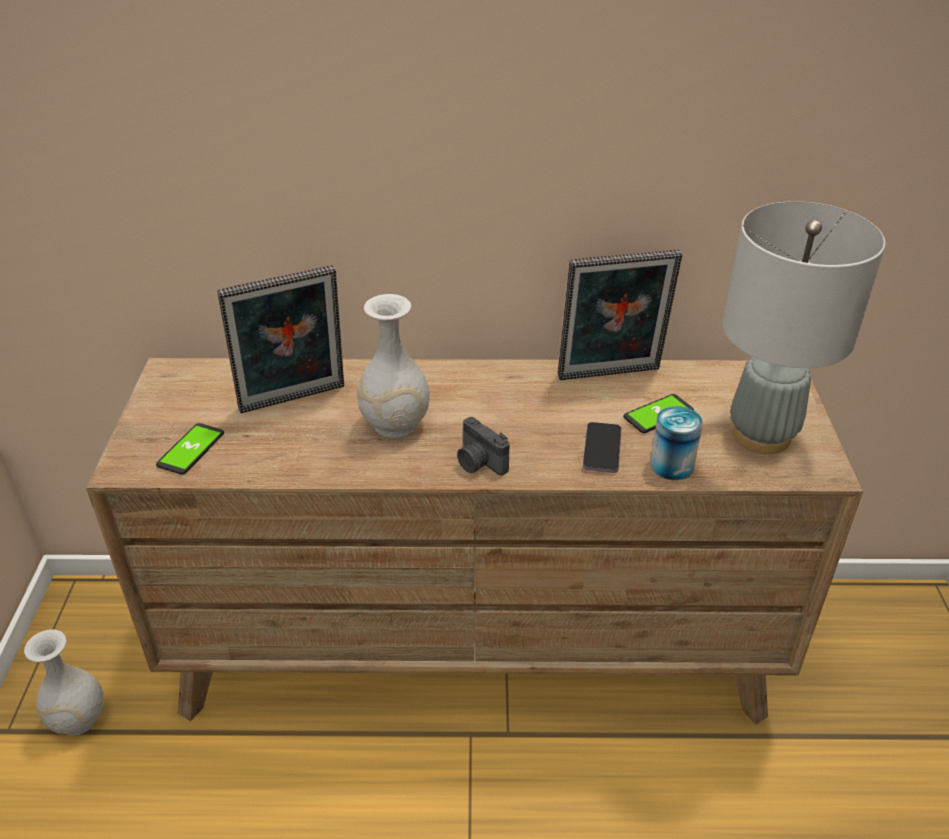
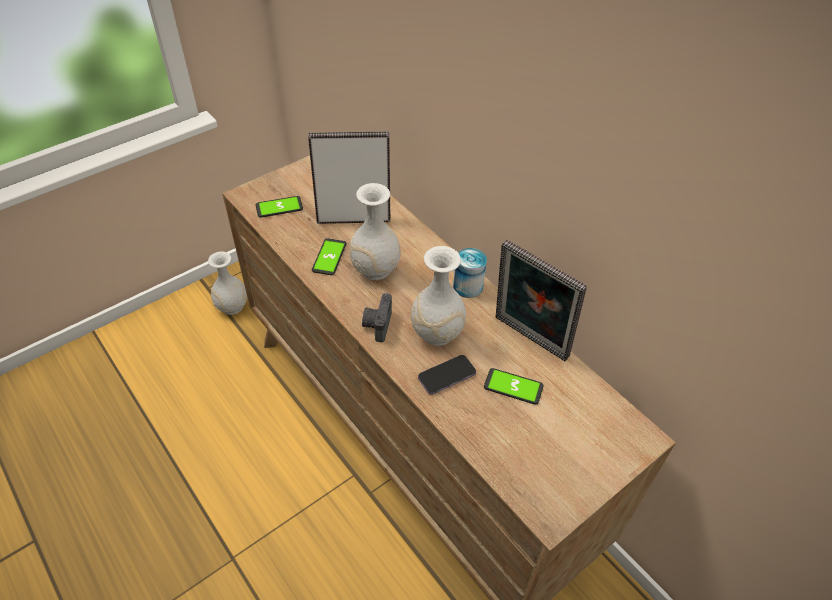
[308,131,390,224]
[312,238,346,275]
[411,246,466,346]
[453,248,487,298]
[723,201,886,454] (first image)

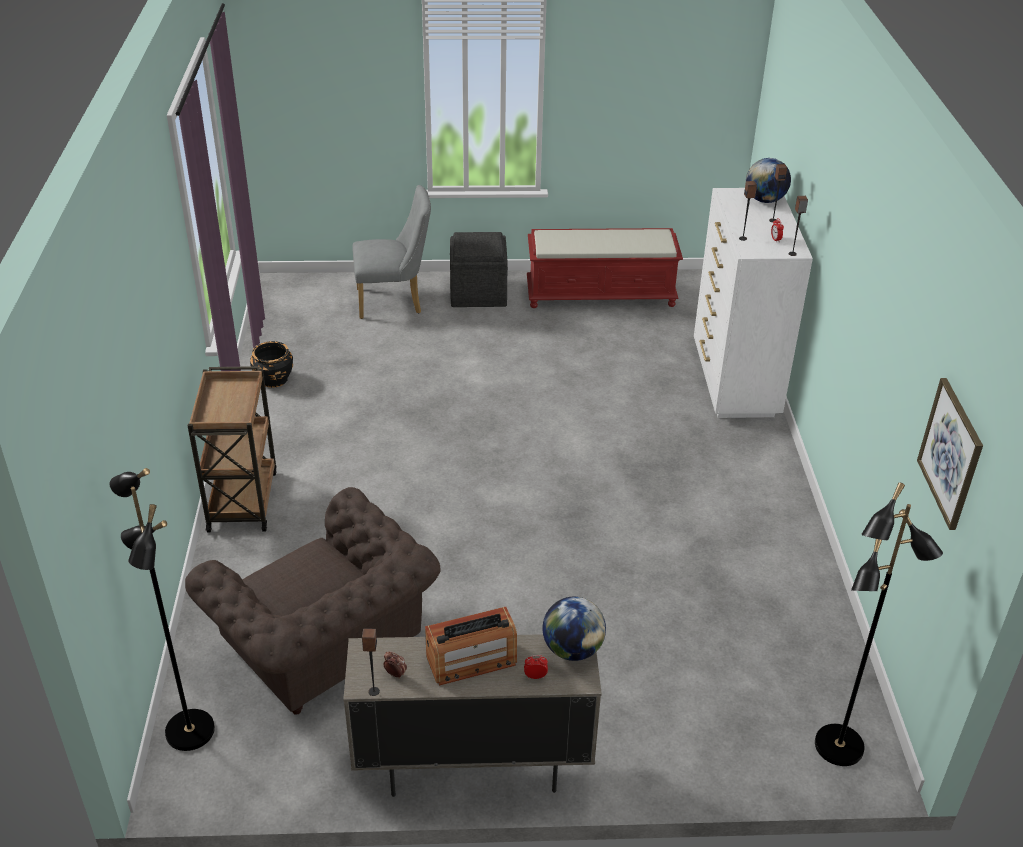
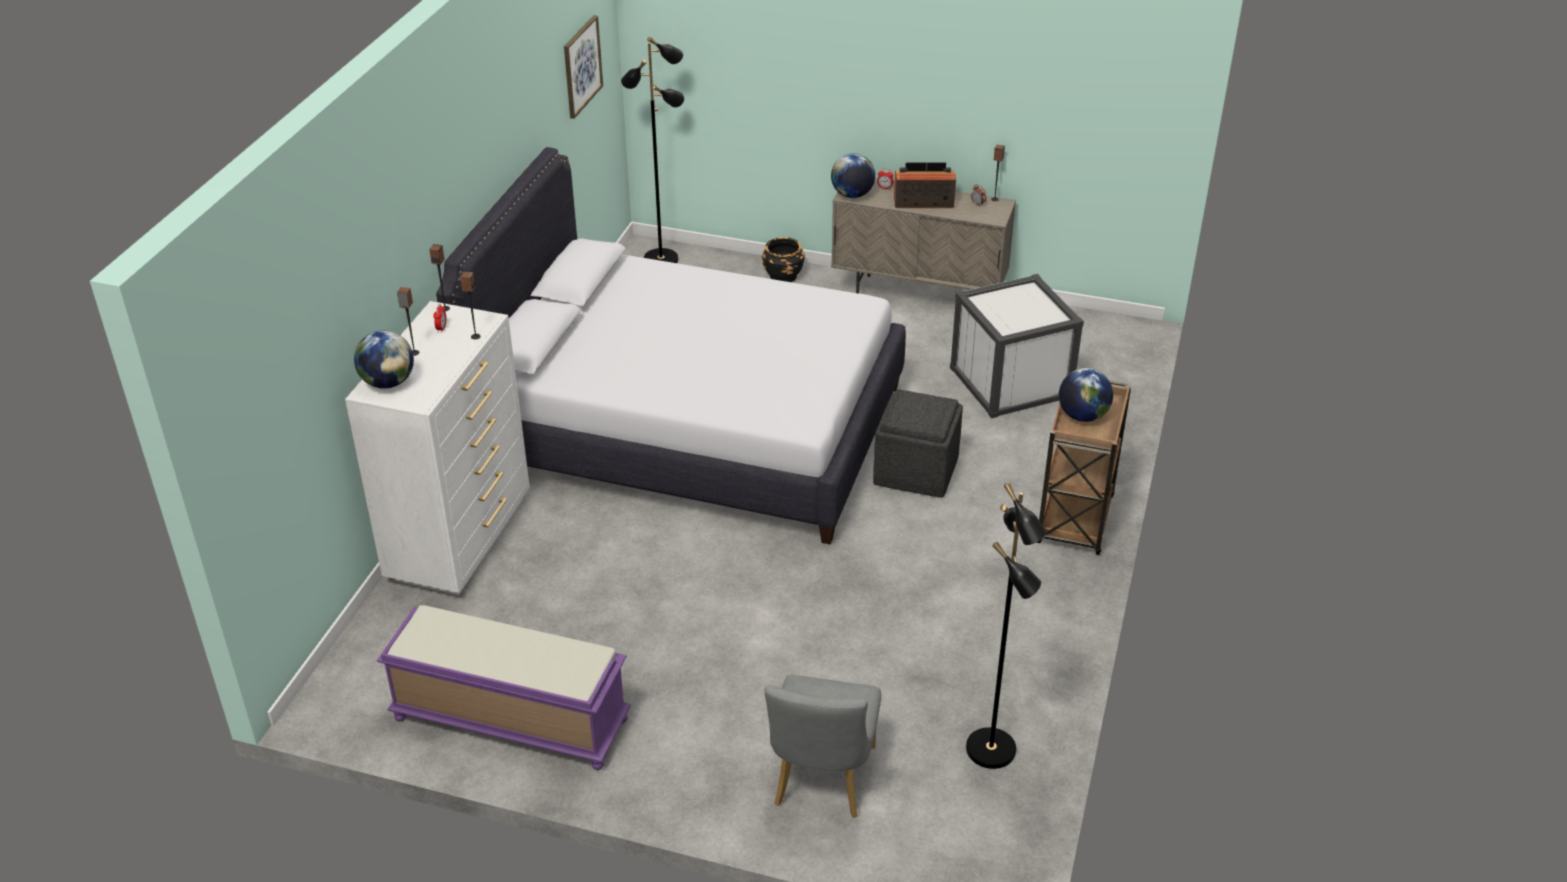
[377,605,631,770]
[436,147,906,544]
[762,237,805,282]
[765,675,881,818]
[873,389,963,498]
[950,274,1084,418]
[966,483,1047,769]
[1059,368,1113,422]

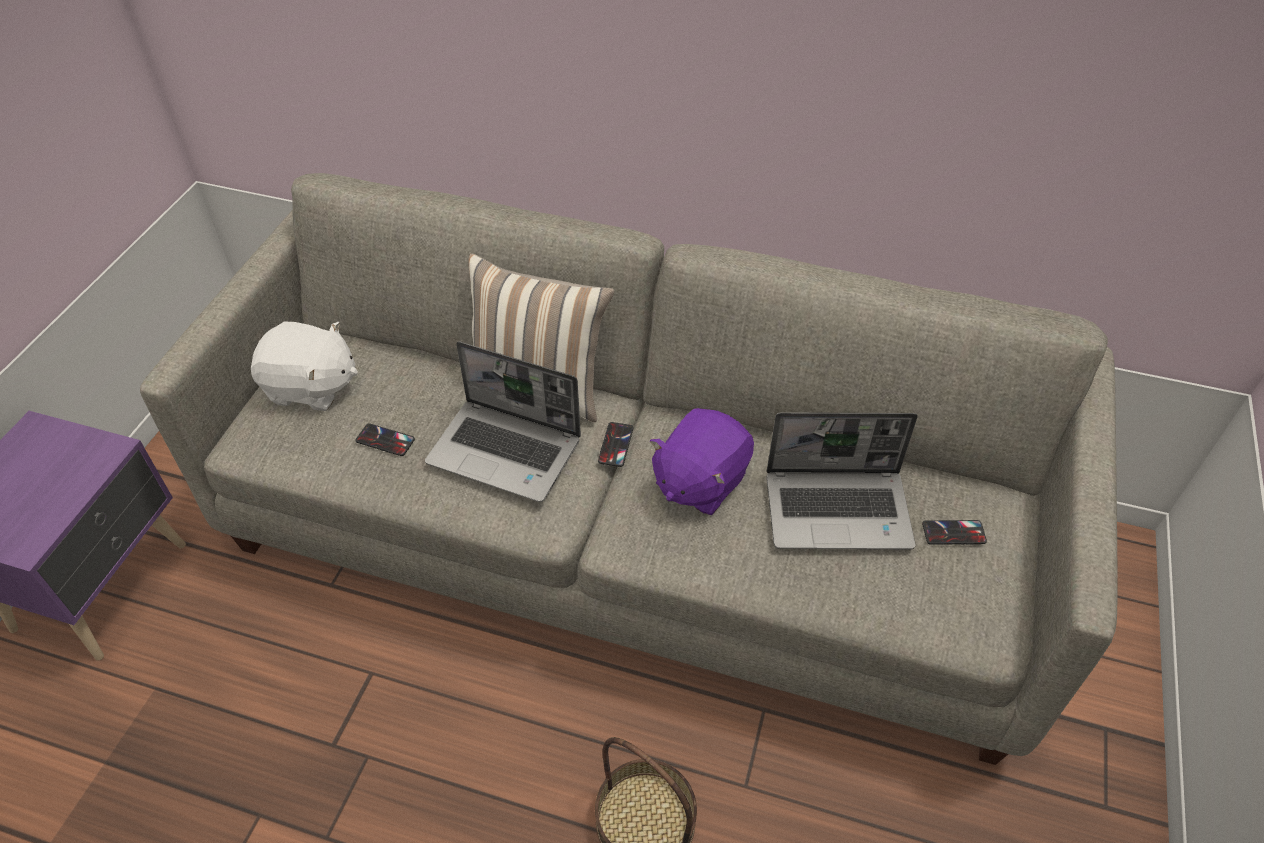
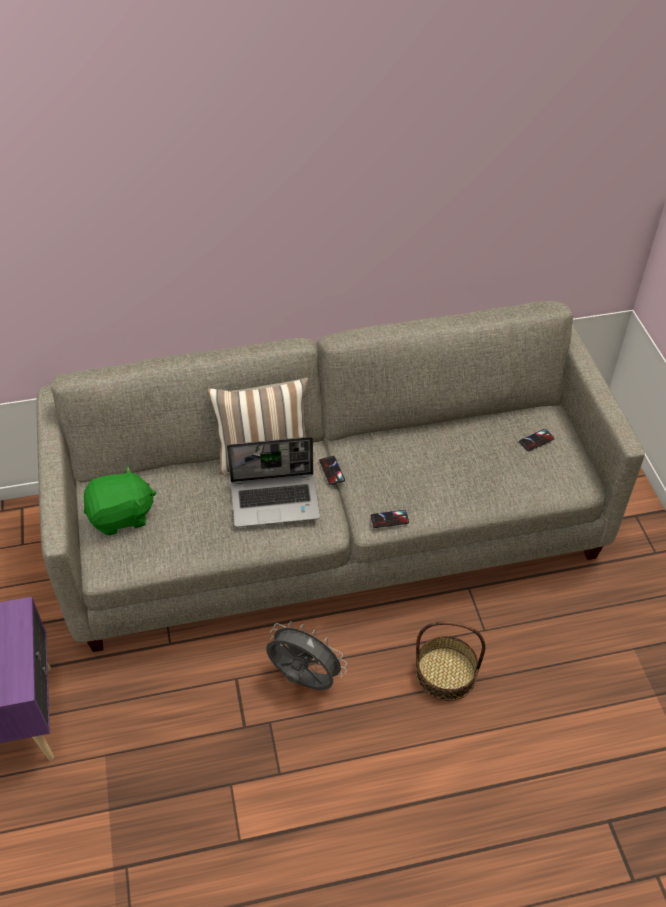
[84,466,156,535]
[266,621,347,690]
[371,510,409,528]
[650,408,754,515] (first image)
[766,412,918,549] (first image)

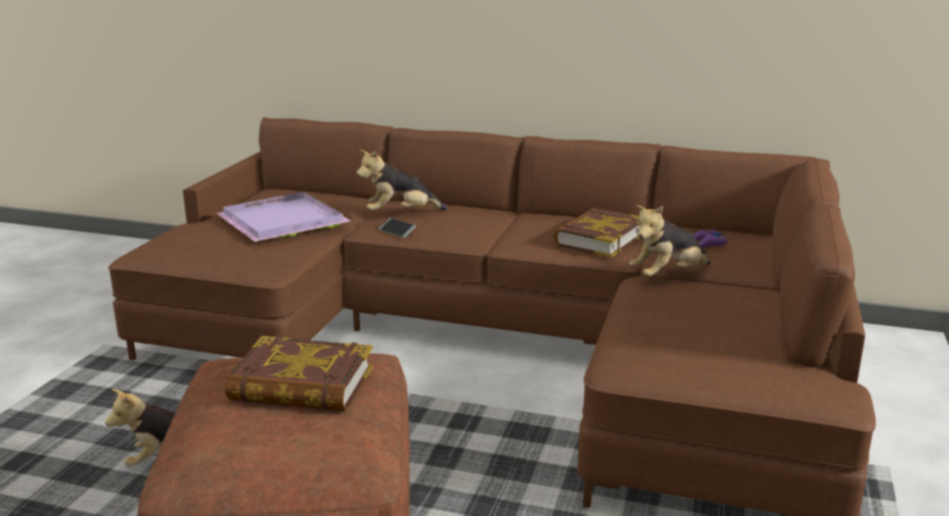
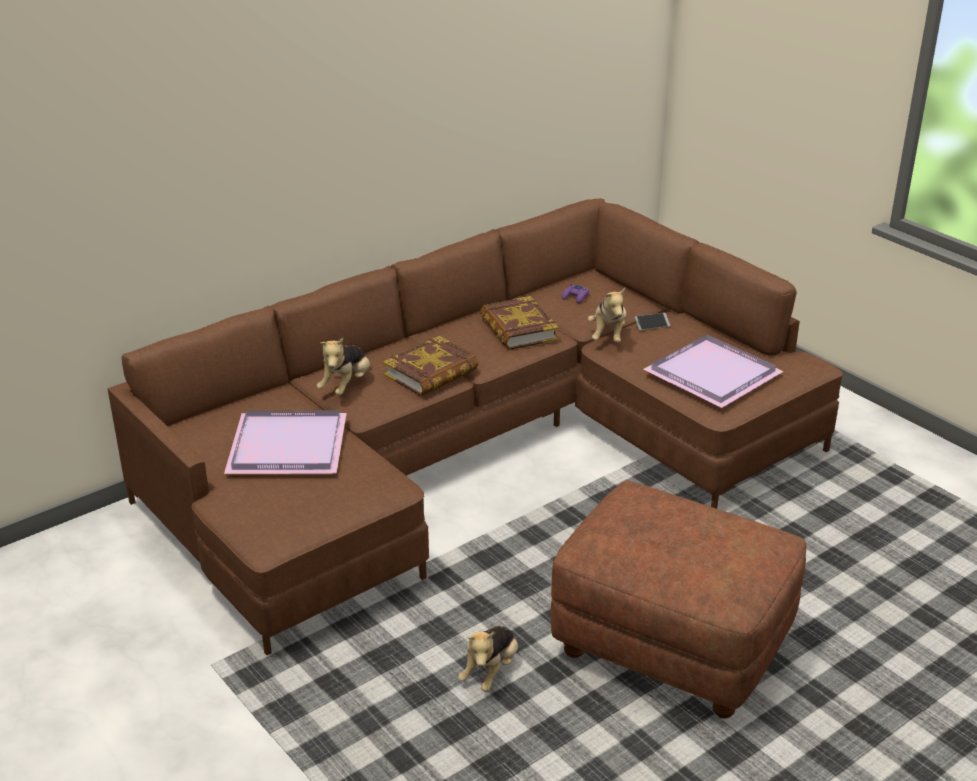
[383,336,478,396]
[635,313,670,330]
[643,335,784,408]

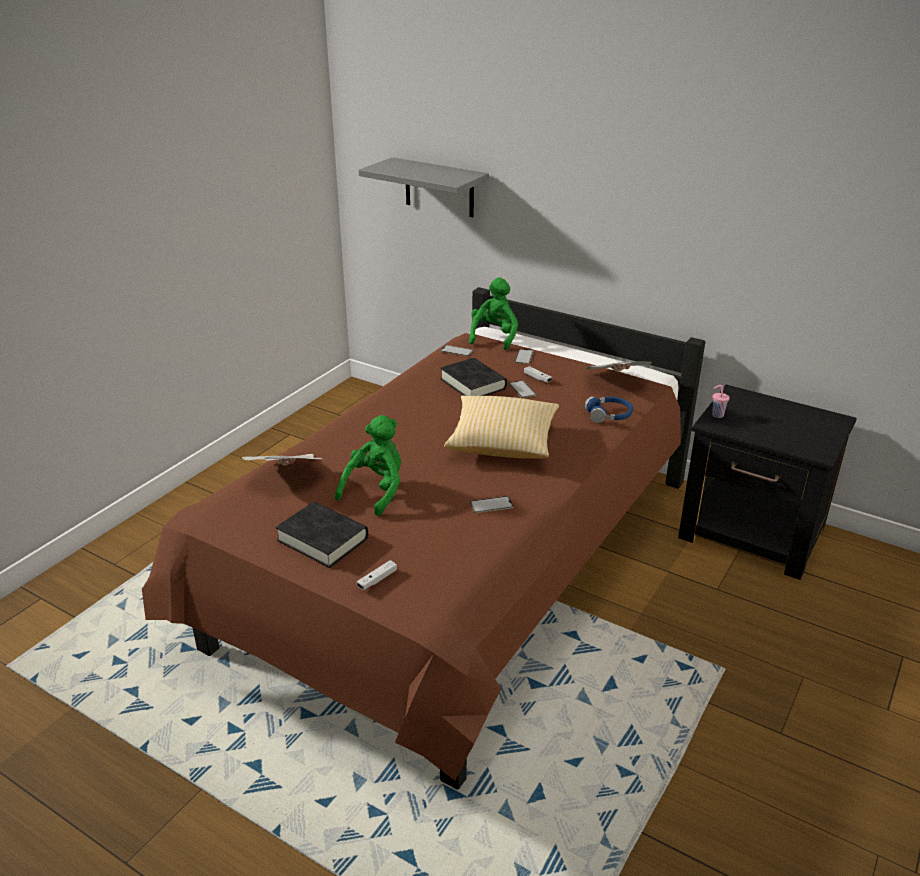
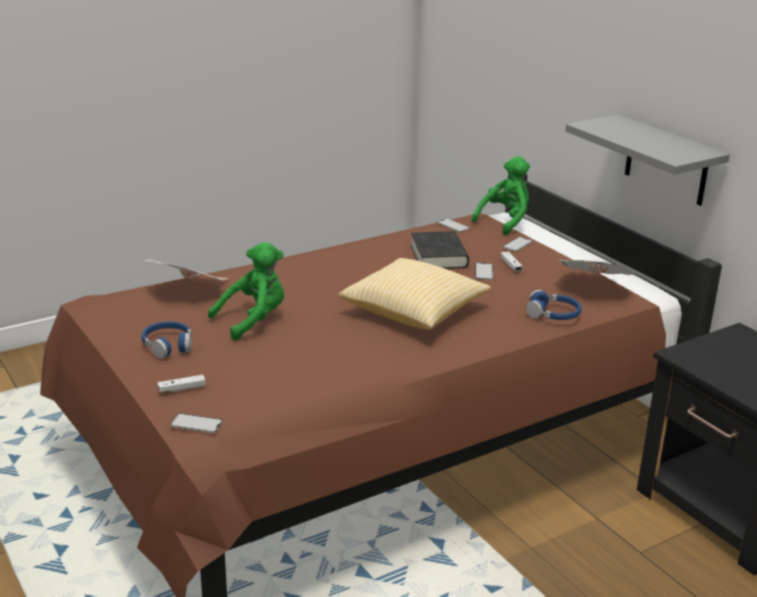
[141,321,192,359]
[170,413,223,433]
[566,115,730,206]
[712,385,730,418] (first image)

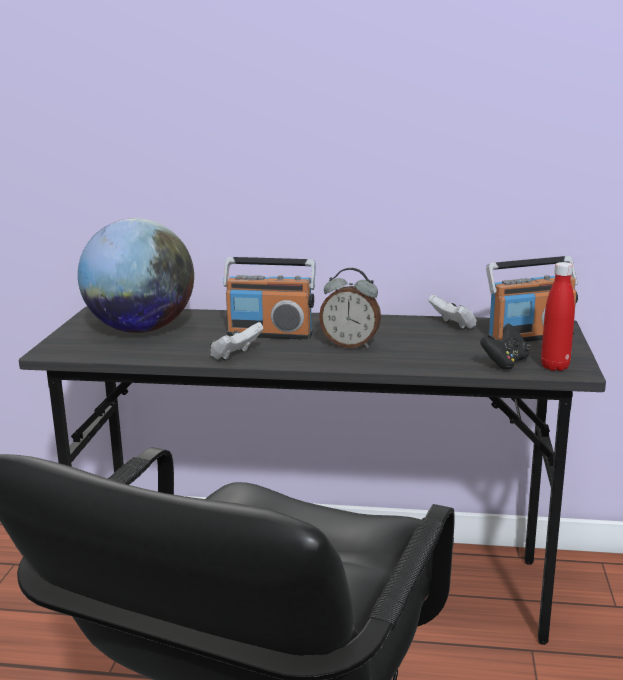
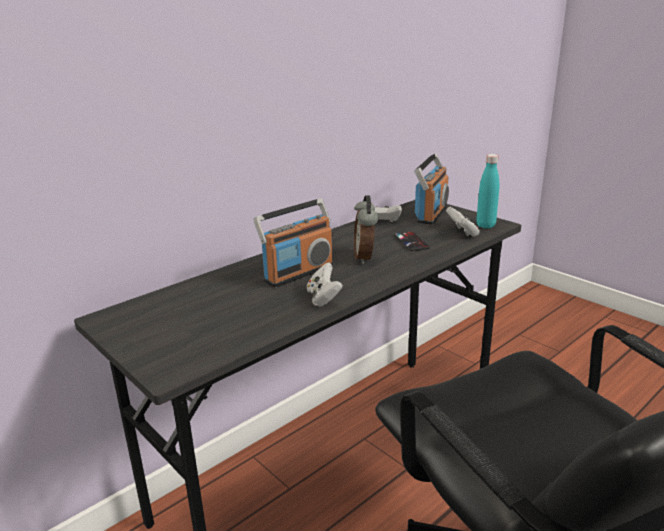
[354,195,378,264]
[394,231,430,251]
[446,207,480,237]
[476,154,499,228]
[78,218,194,333] (first image)

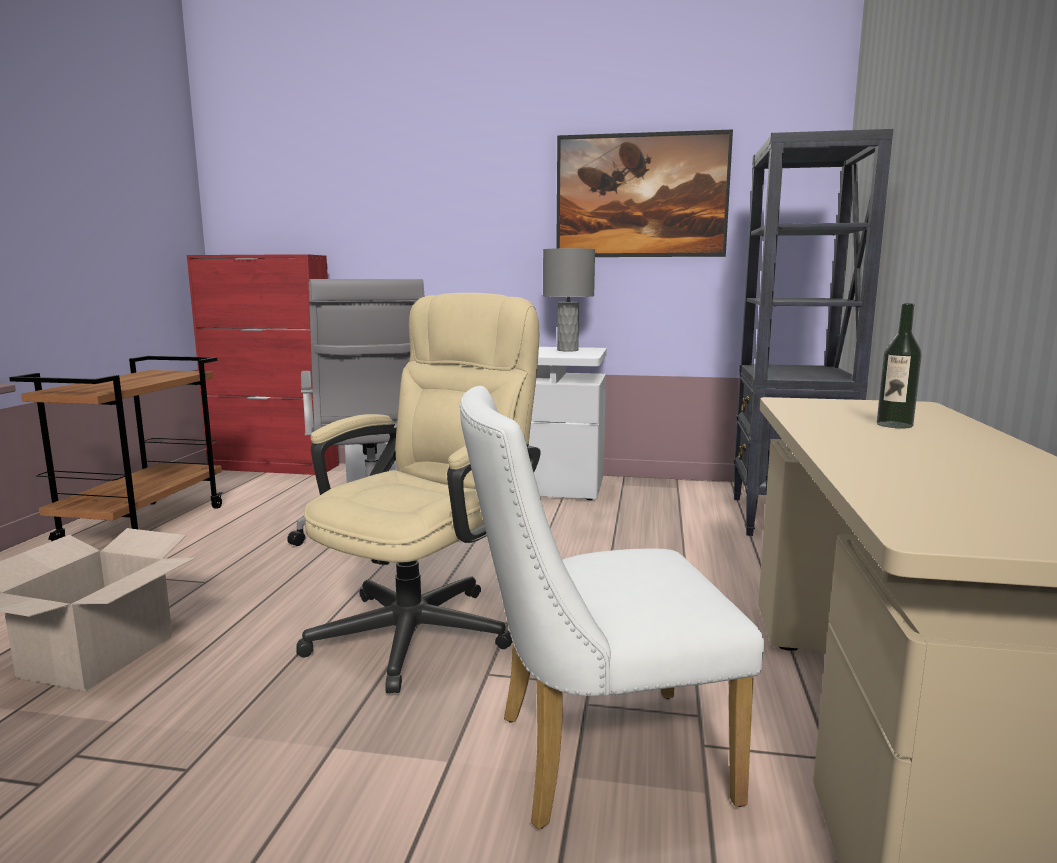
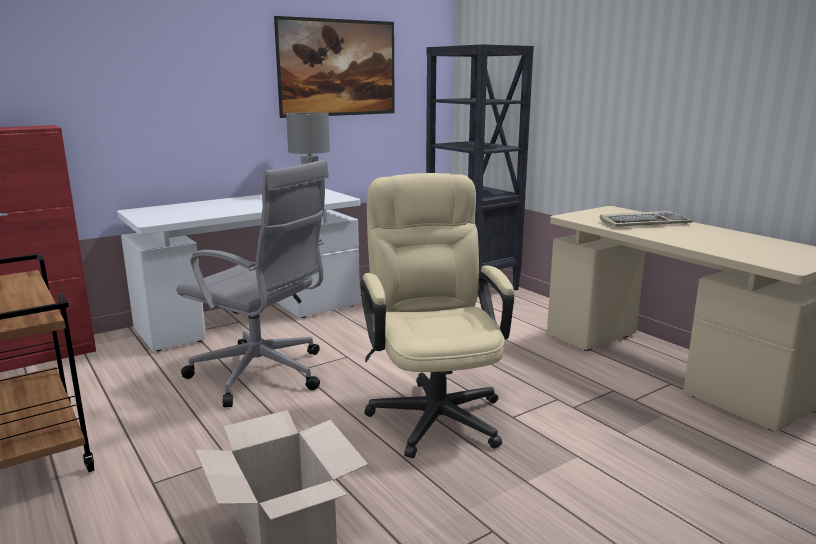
[600,211,693,227]
[460,386,764,830] (first image)

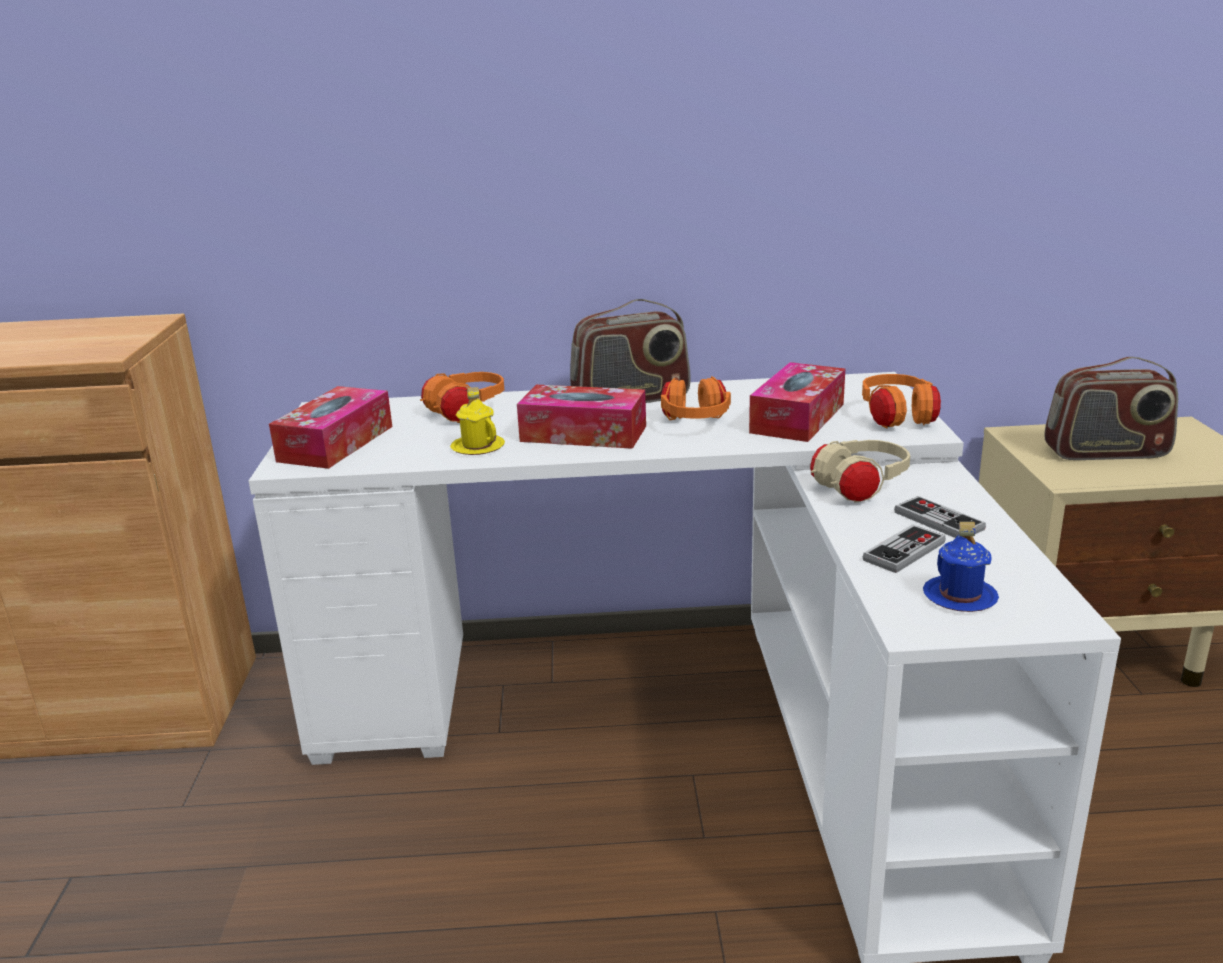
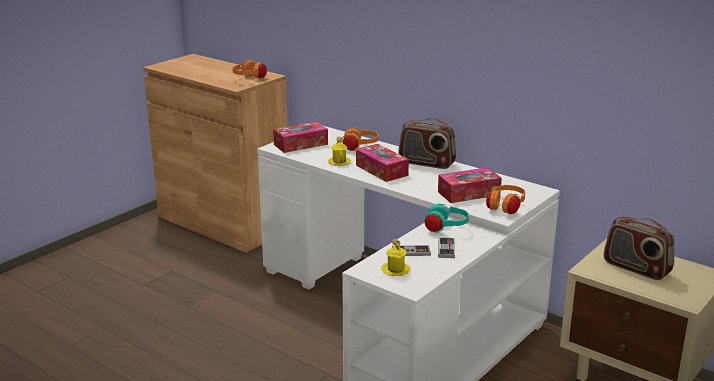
[233,59,267,79]
[381,239,411,276]
[422,204,469,233]

